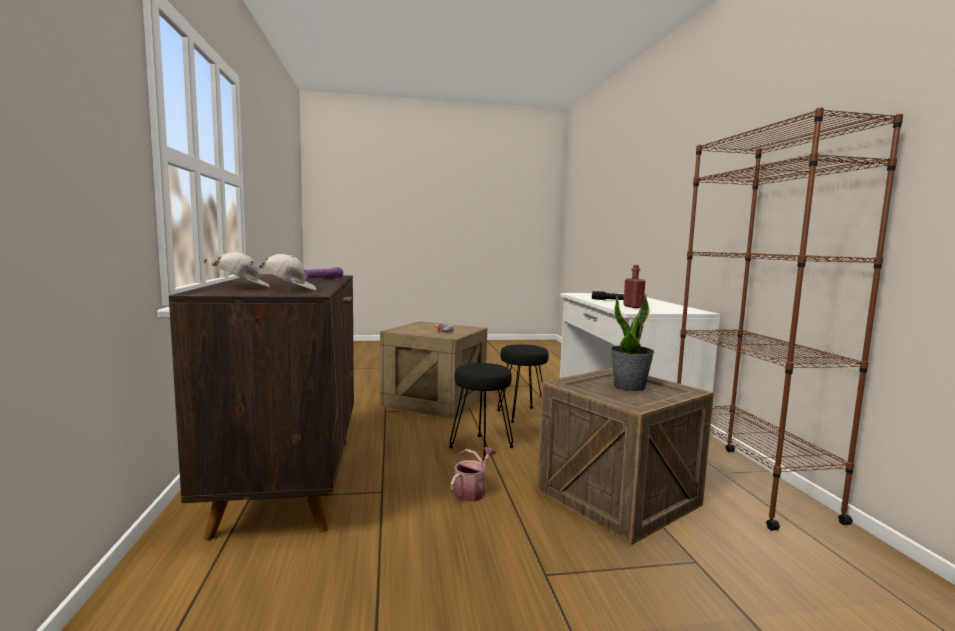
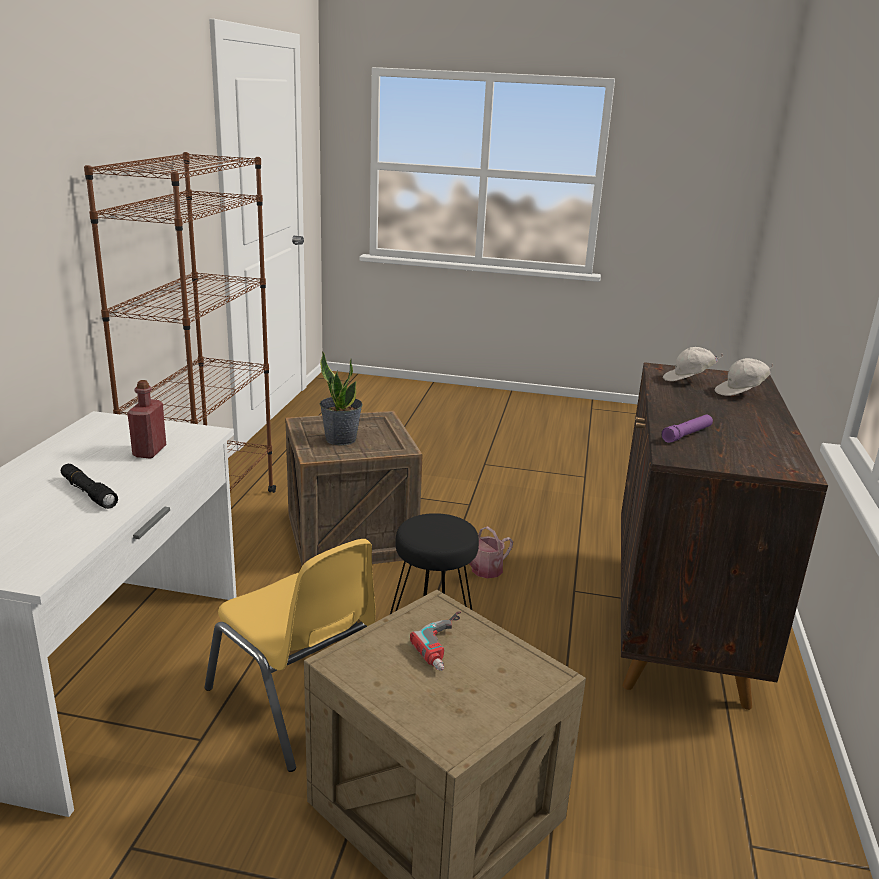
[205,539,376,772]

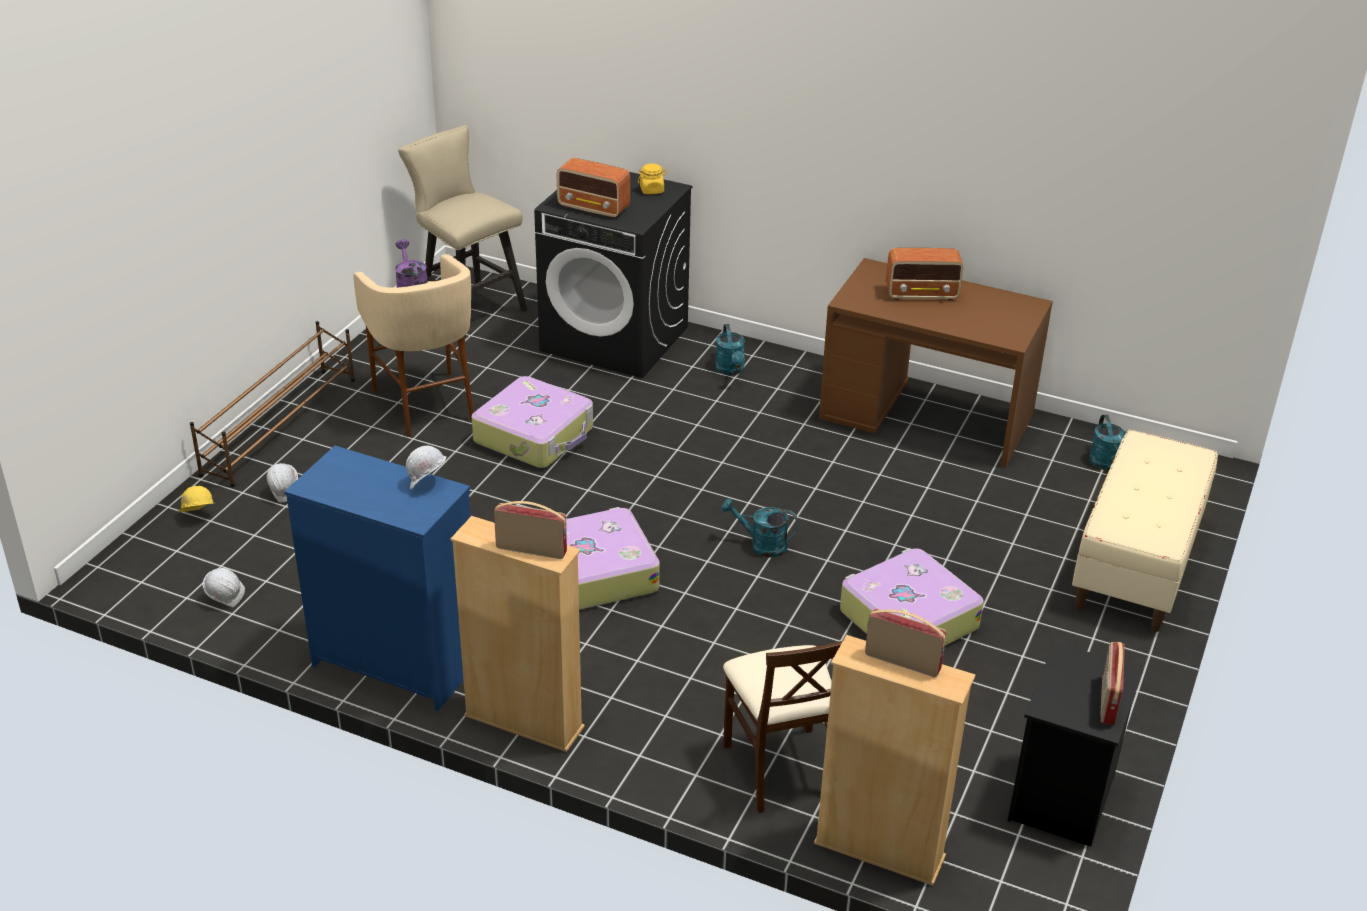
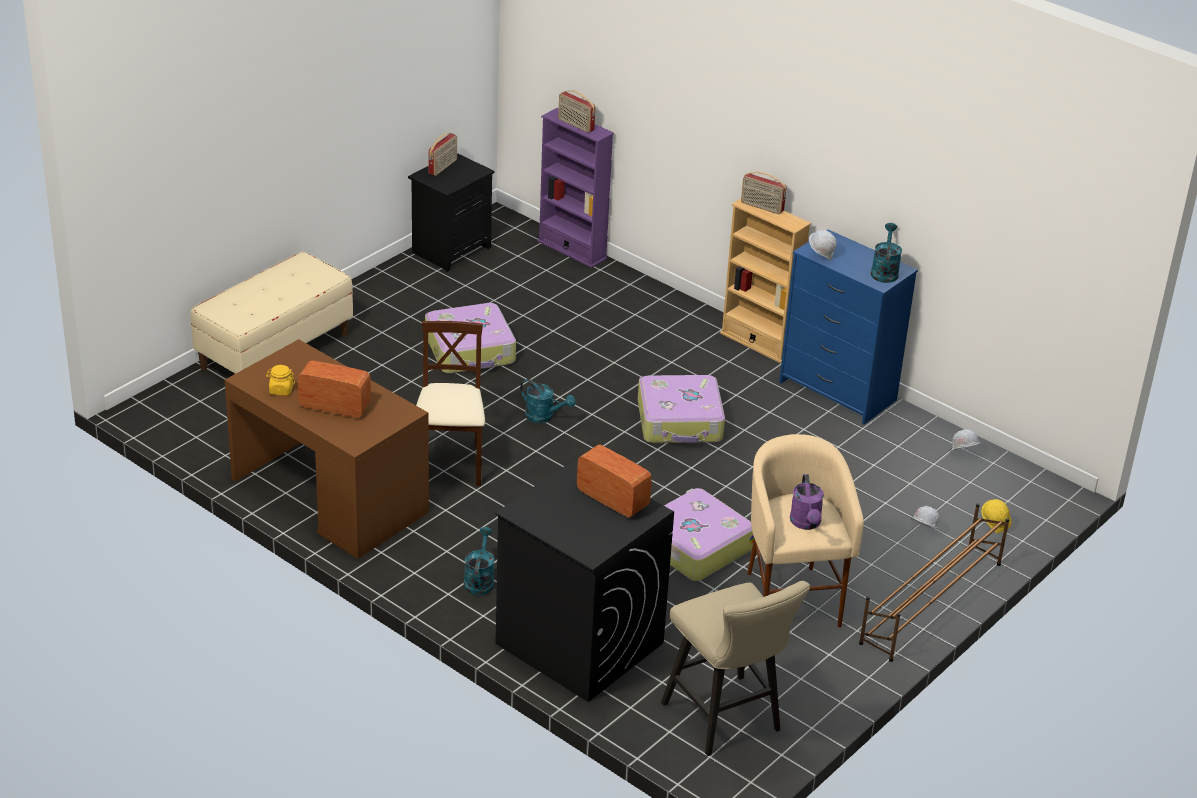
[266,365,295,396]
[416,321,485,486]
[537,108,614,268]
[871,223,902,283]

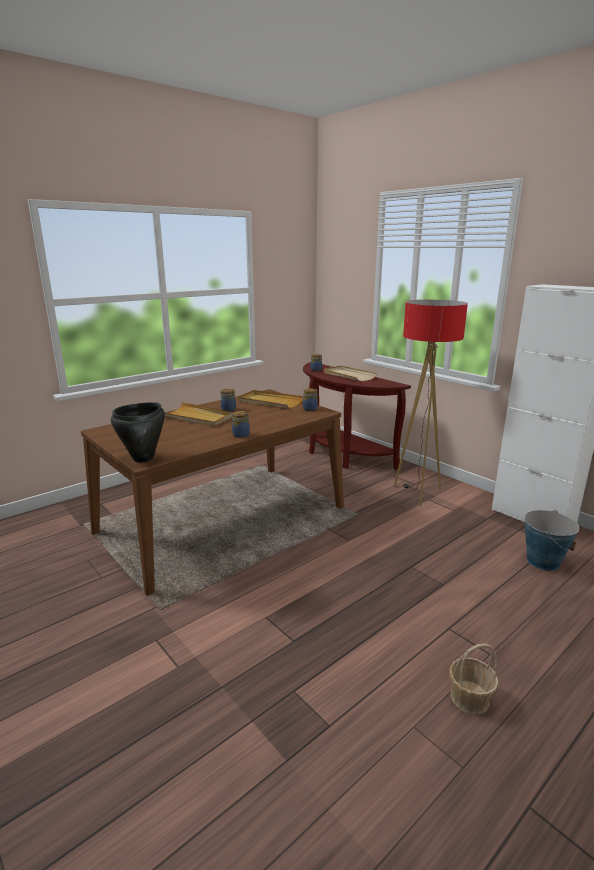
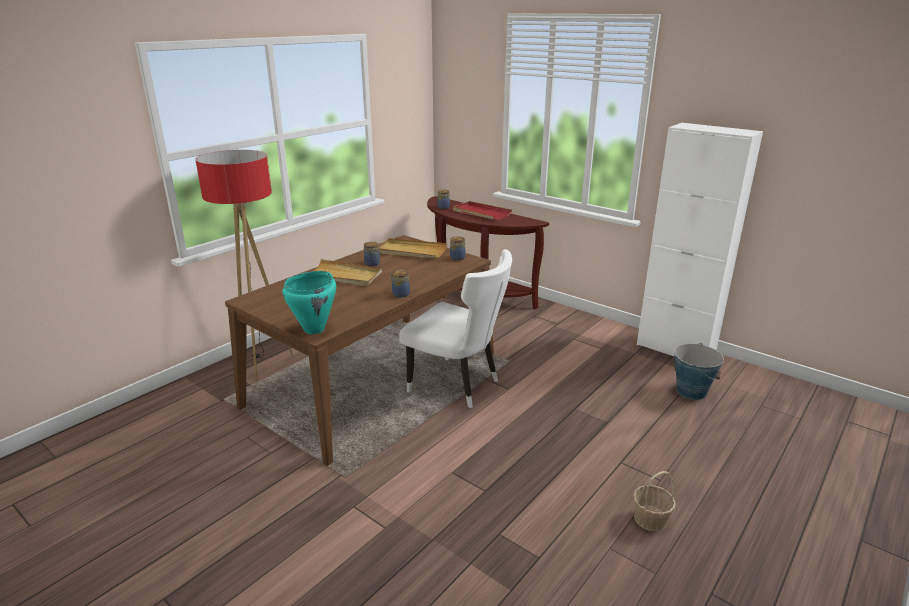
[195,150,293,380]
[282,271,336,334]
[399,250,512,408]
[453,201,512,220]

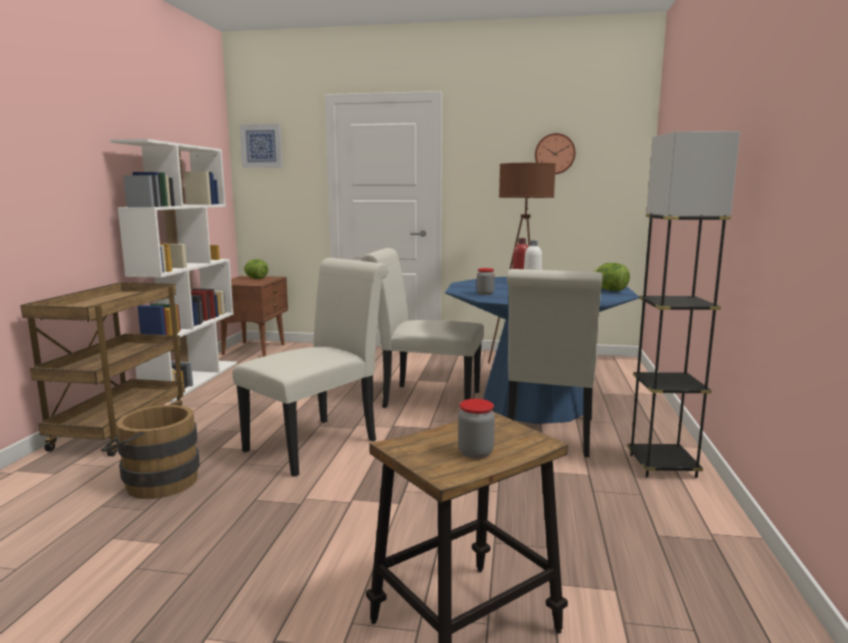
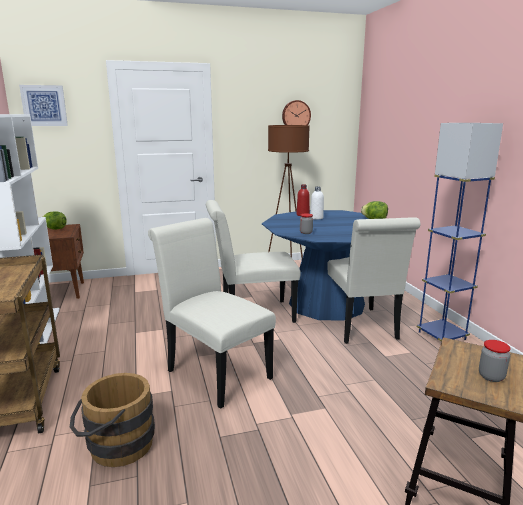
[148,218,276,409]
[417,123,503,342]

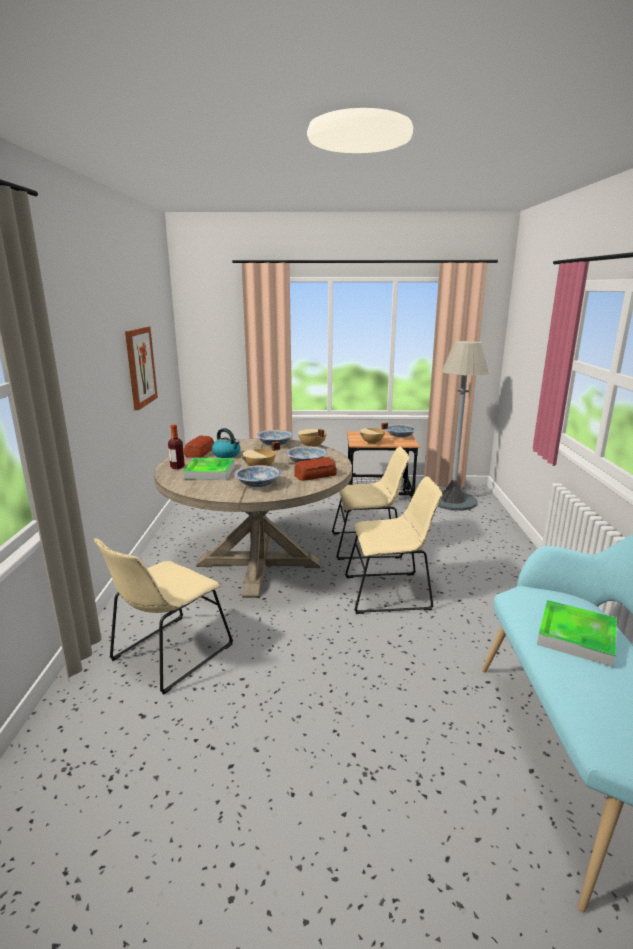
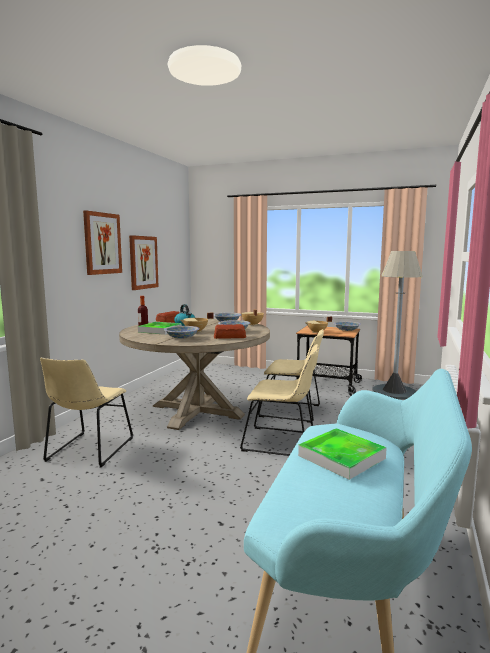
[40,357,133,468]
[83,210,122,275]

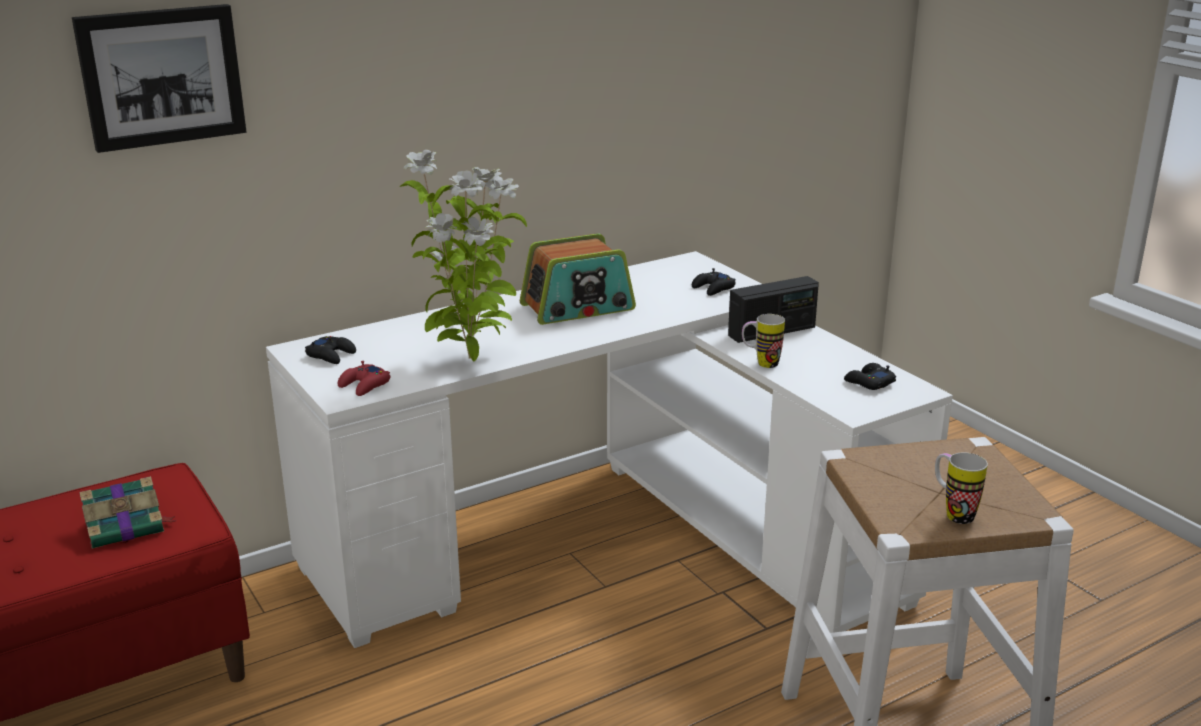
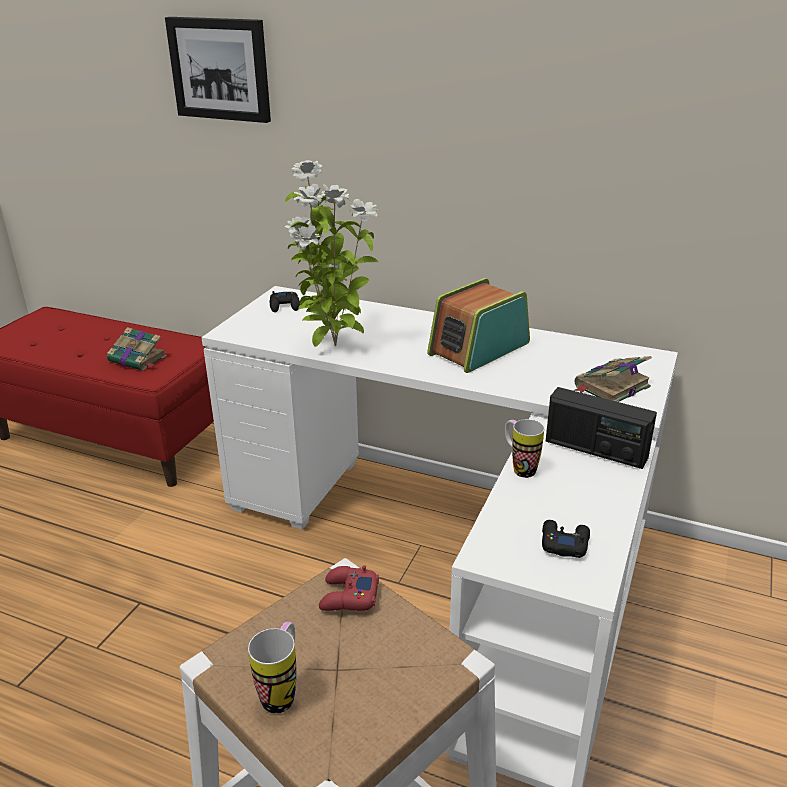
[319,565,379,611]
[427,278,530,373]
[574,356,652,402]

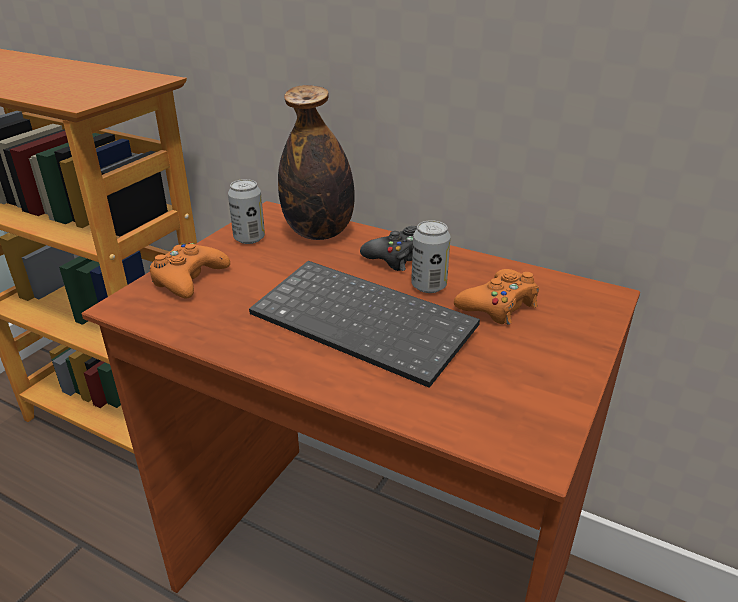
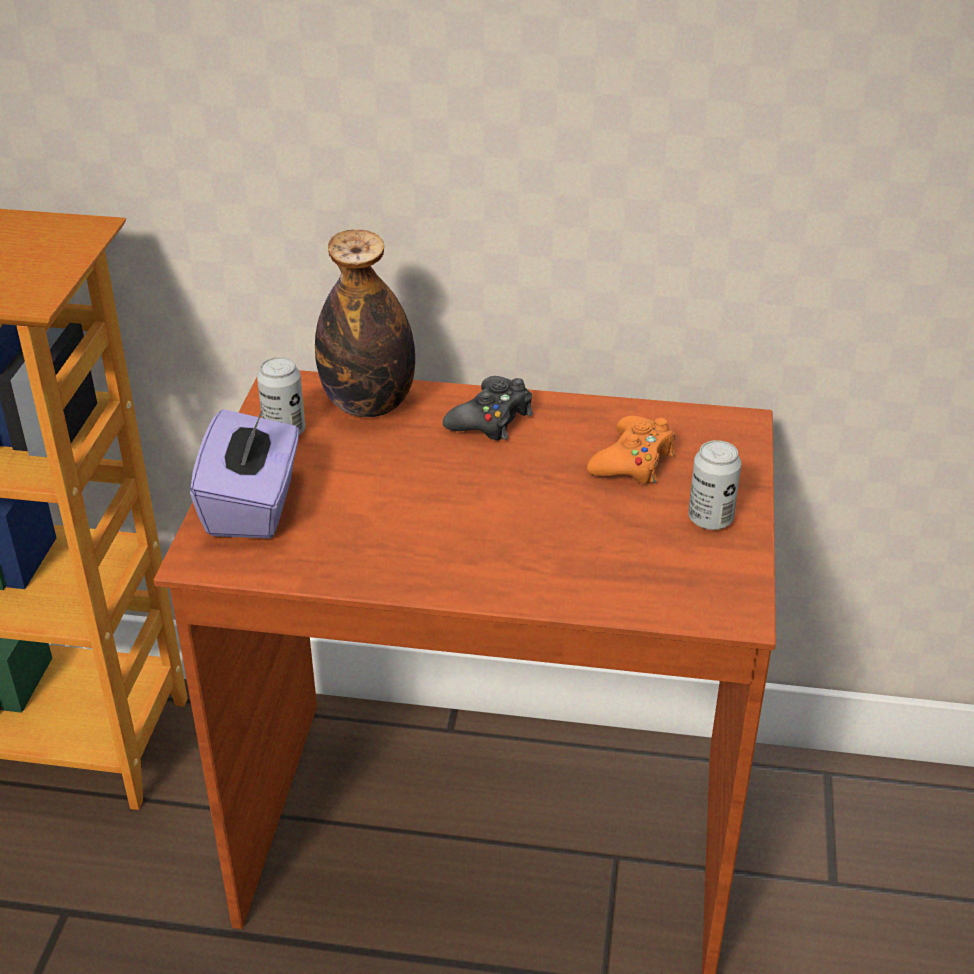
[190,407,299,539]
[688,440,741,530]
[249,261,480,388] (first image)

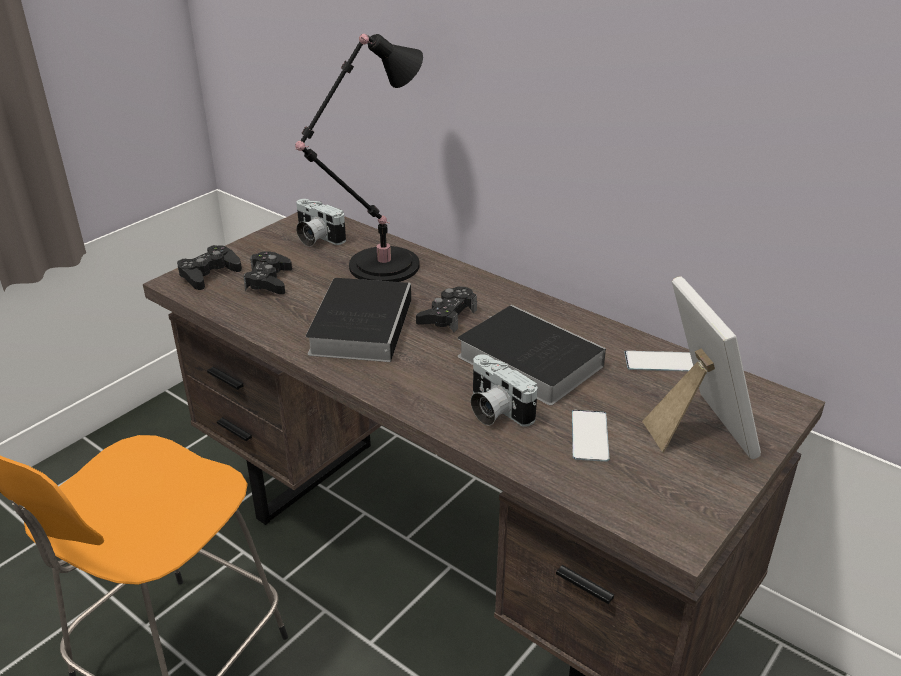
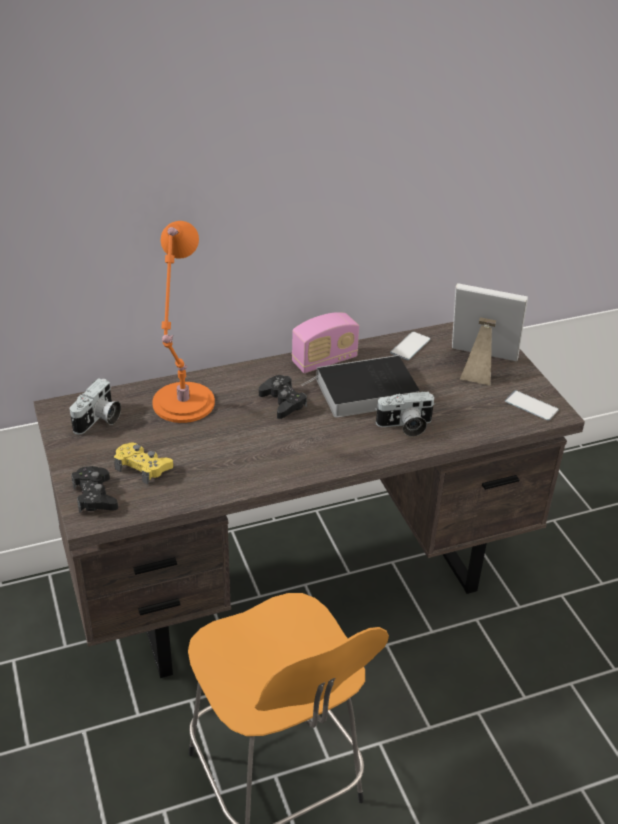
[70,378,121,434]
[114,442,173,484]
[152,221,215,423]
[292,312,359,373]
[505,390,559,421]
[306,278,411,362] (first image)

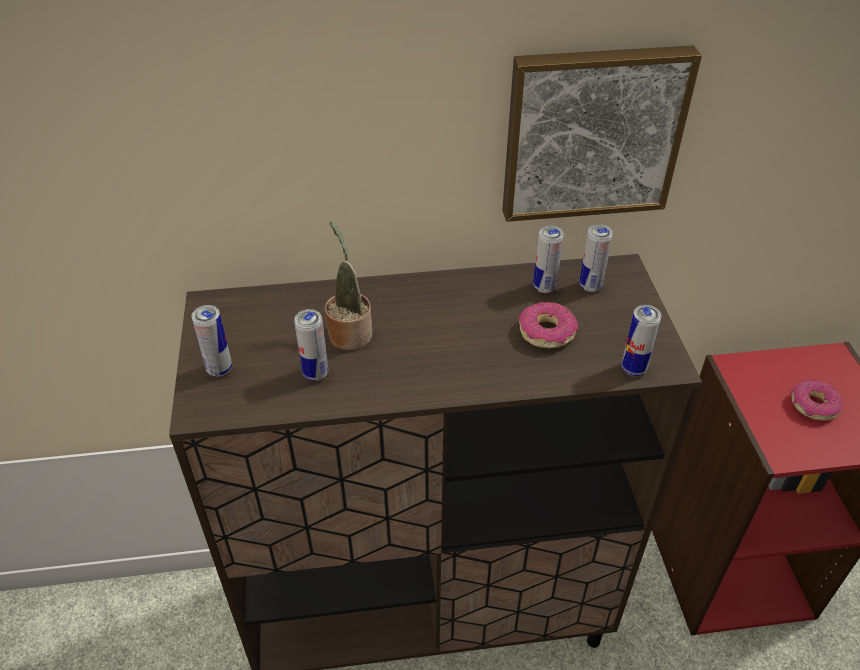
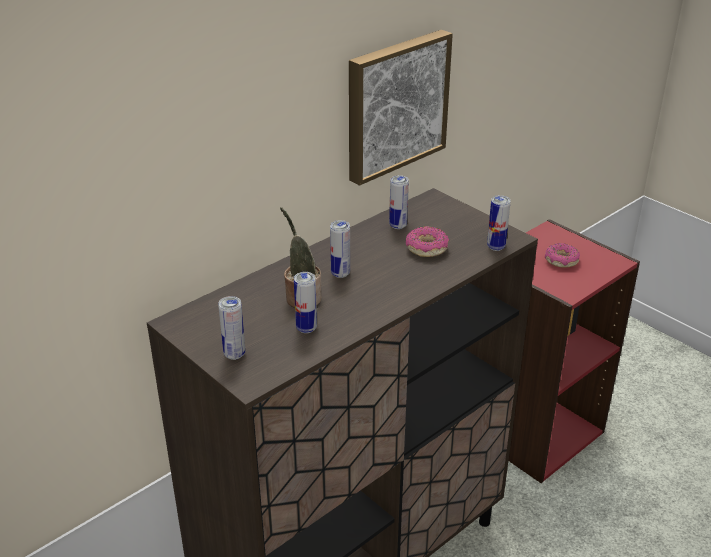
[330,220,350,278]

